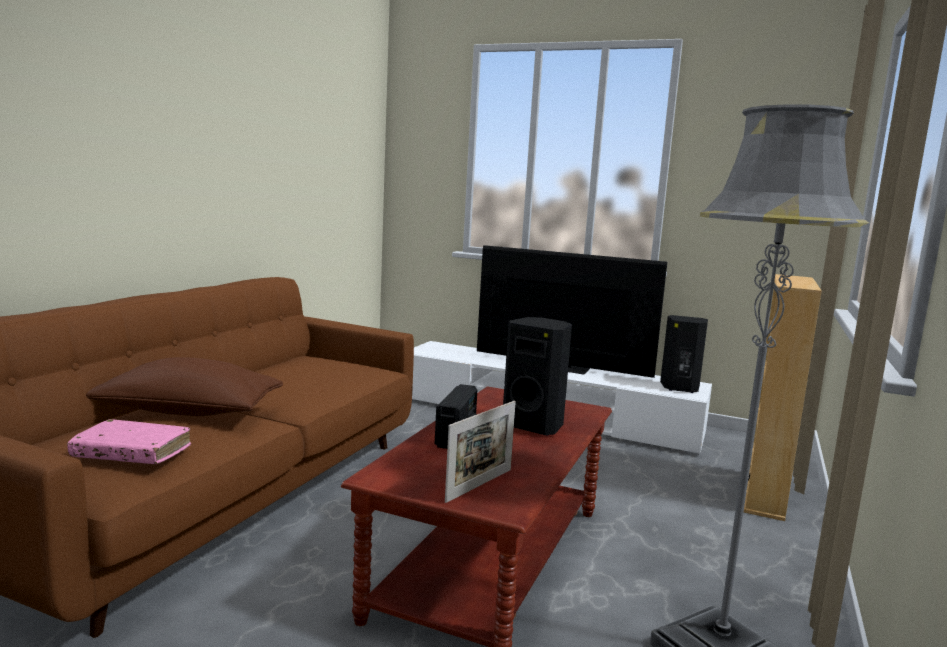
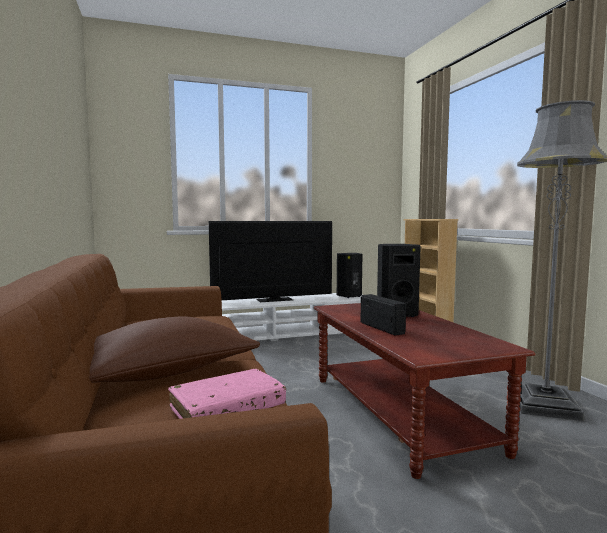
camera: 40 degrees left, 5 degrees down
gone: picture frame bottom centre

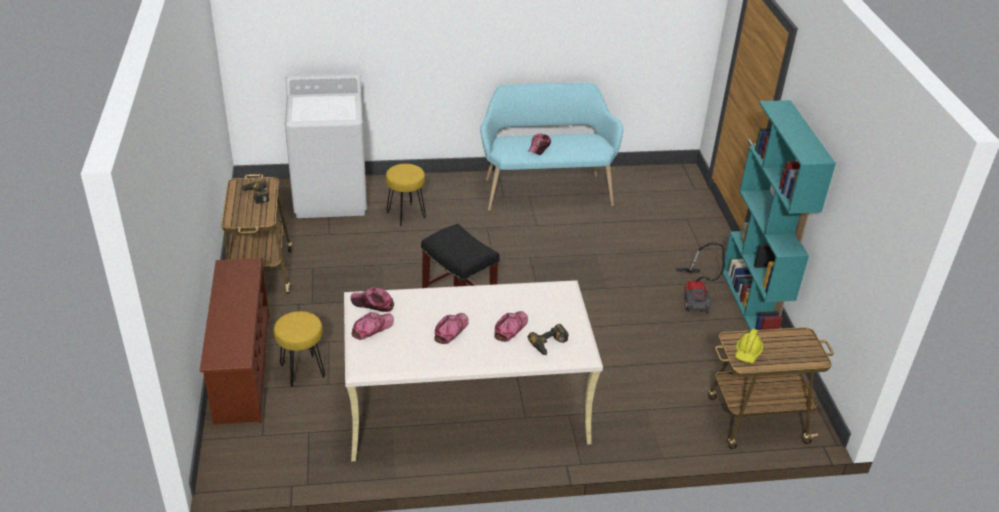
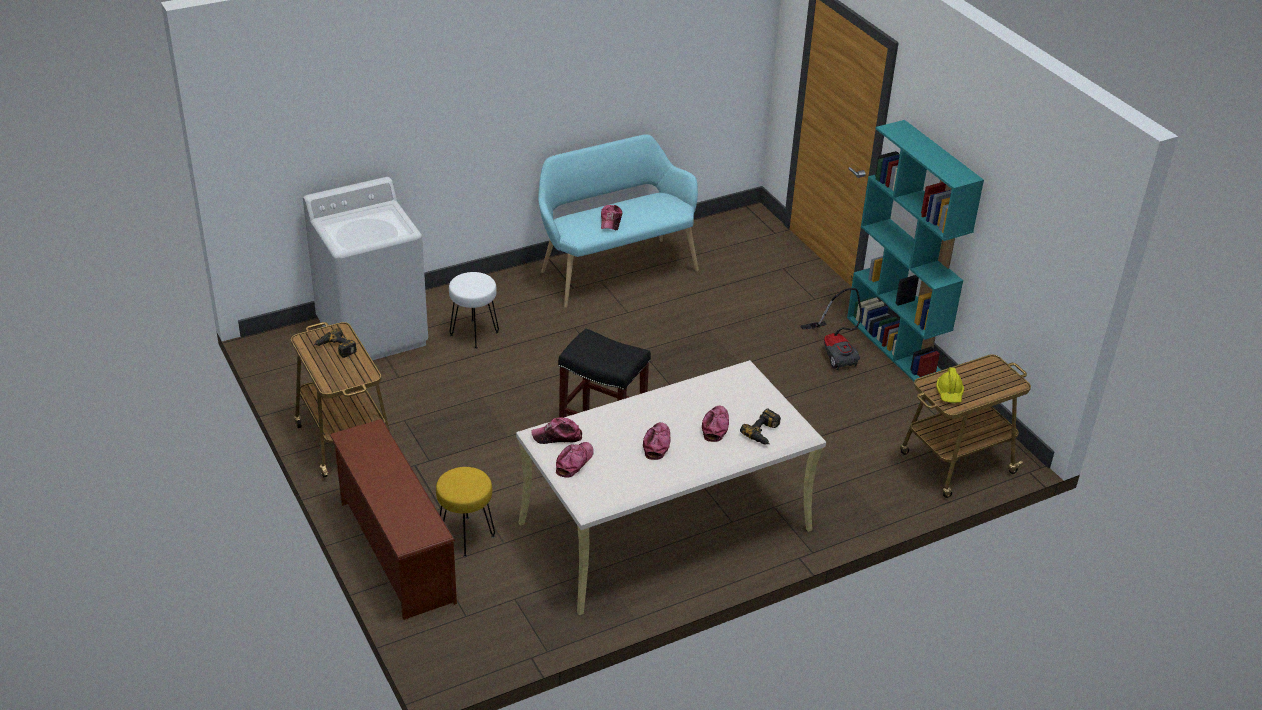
camera: 20 degrees left, 0 degrees up
repainted: yellow stool (no. 2 from left) centre to white stool centre

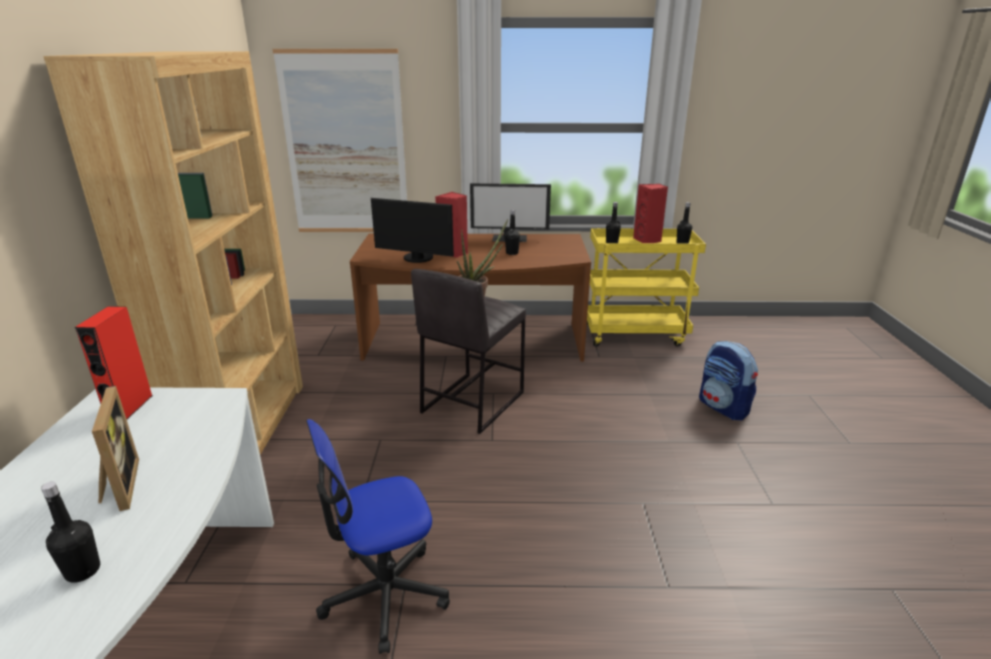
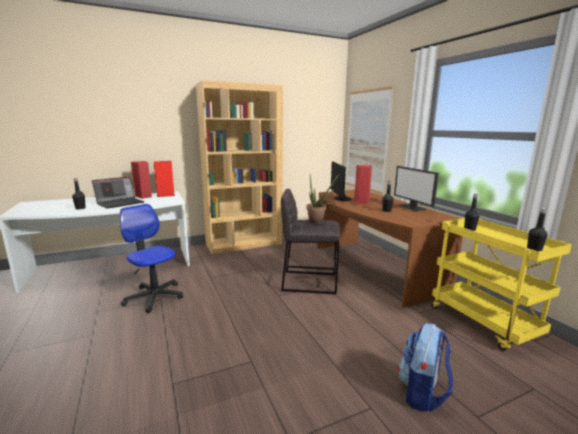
camera: 65 degrees right, 10 degrees down
shifted: red speaker (no. 3 from left in the first image) top centre to red speaker (no. 1 from left) middle left
swapped: picture frame bottom left to laptop middle left

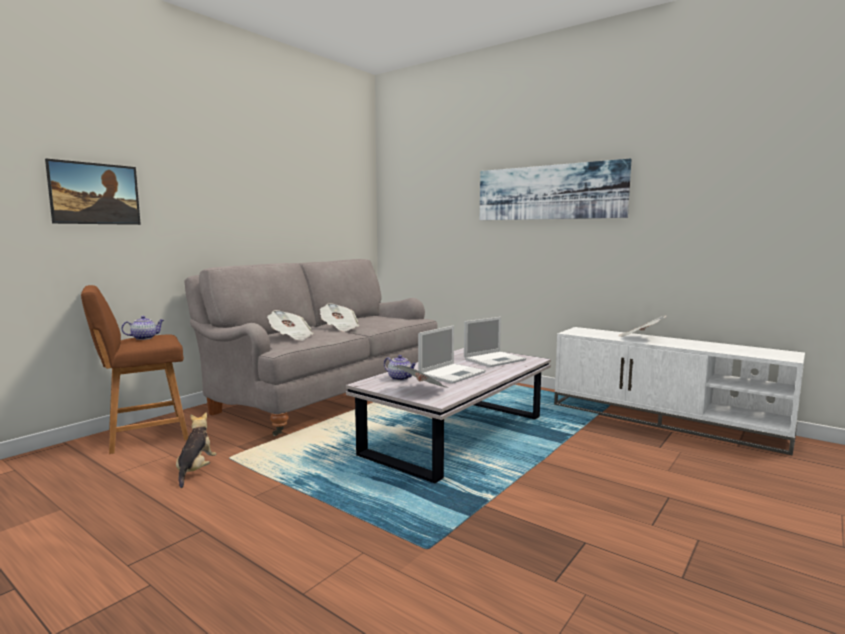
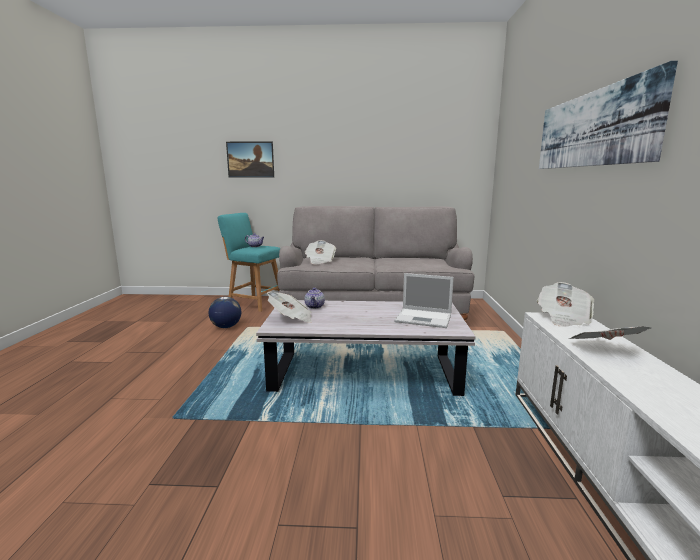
camera: 55 degrees right, 5 degrees up
gone: laptop (no. 1 from left) centre
shifted: newspaper (no. 2 from left in the first image) centre to newspaper (no. 3 from left) middle right
swapped: plush toy bottom left to globe middle left
repainted: brown stool middle left to turquoise stool centre

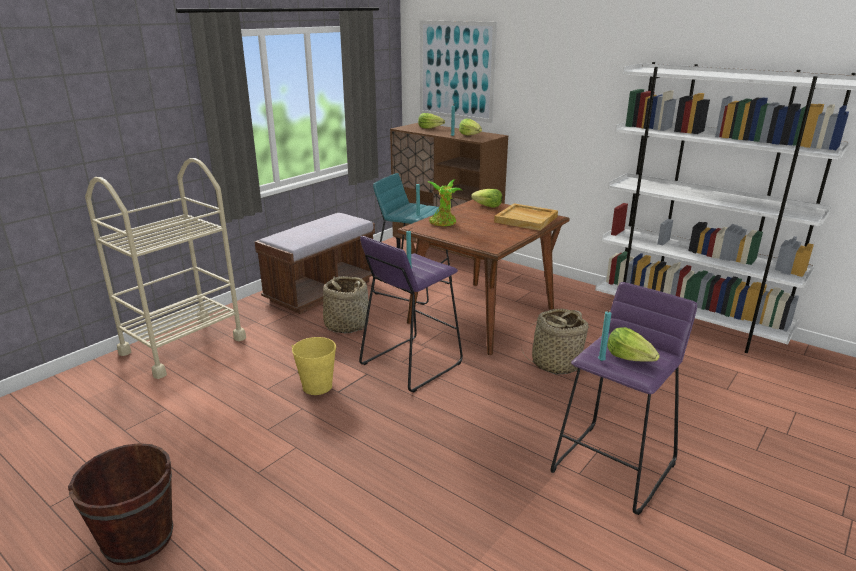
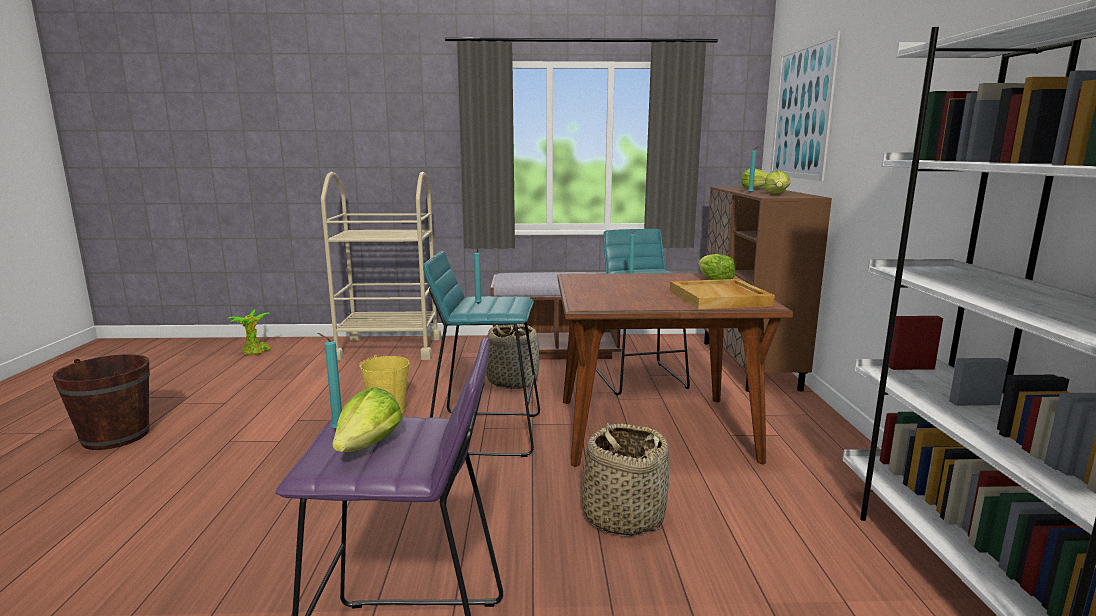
camera: 50 degrees right, 10 degrees down
shifted: potted plant centre to middle left
repainted: purple stool (no. 1 from left) centre to turquoise stool (no. 1 from left) centre

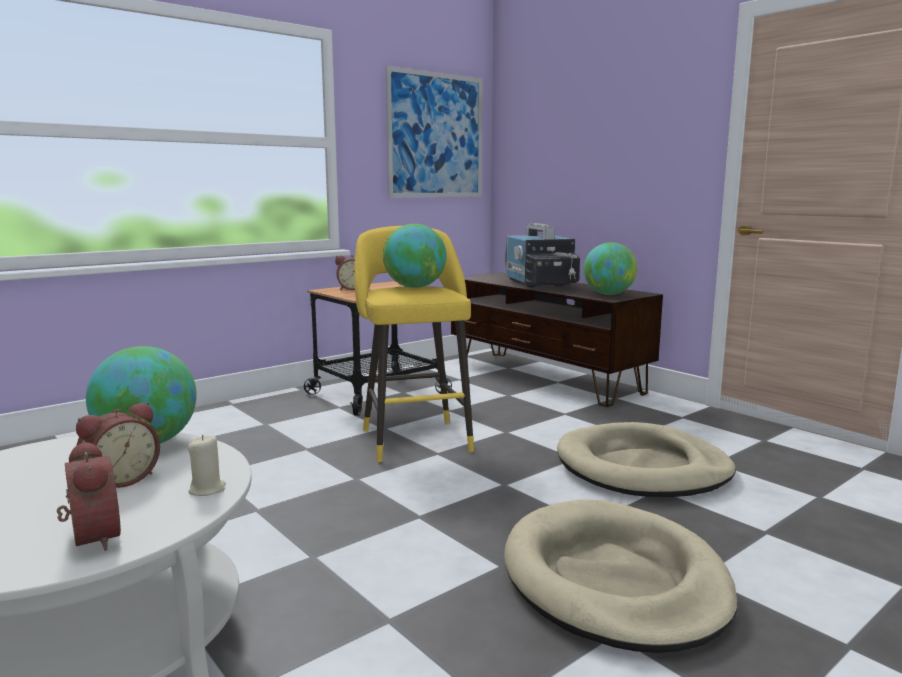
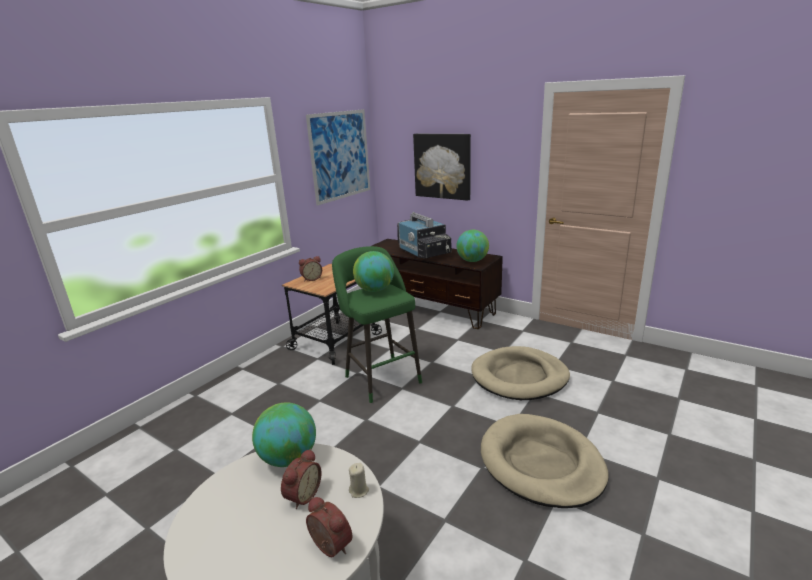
camera: 15 degrees left, 10 degrees up
new: picture (no. 2 from left) top centre
repainted: yellow stool centre to green stool centre

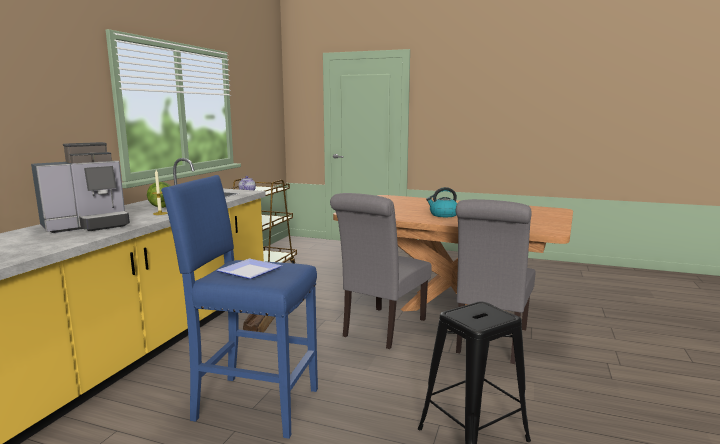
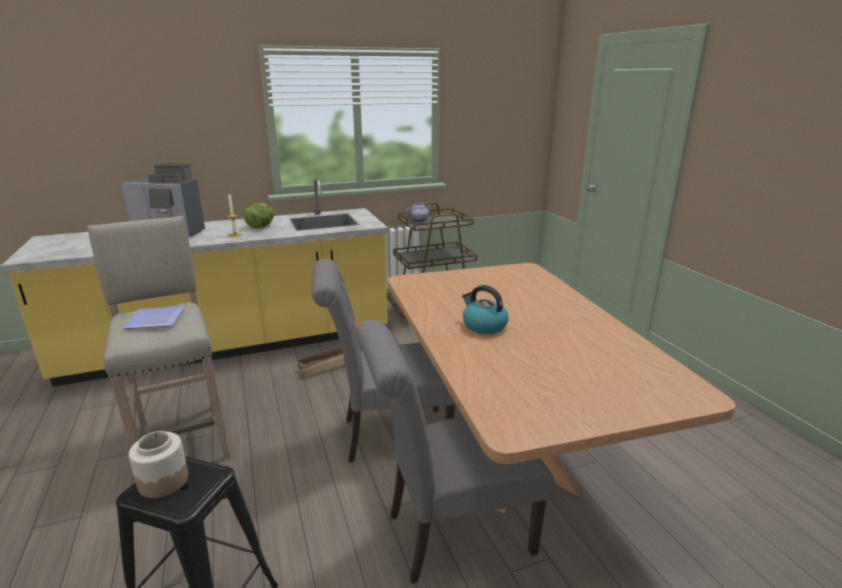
camera: 50 degrees right, 10 degrees up
new: jar bottom left
repainted: blue stool bottom left to beige stool middle left

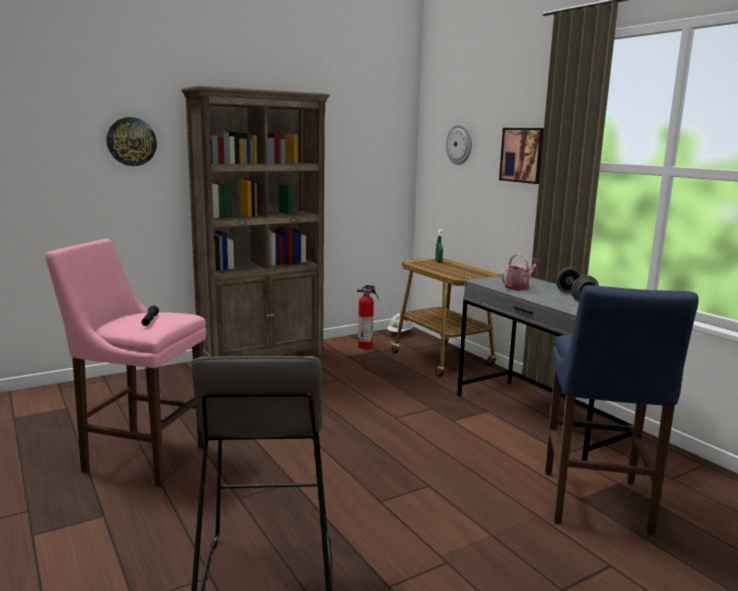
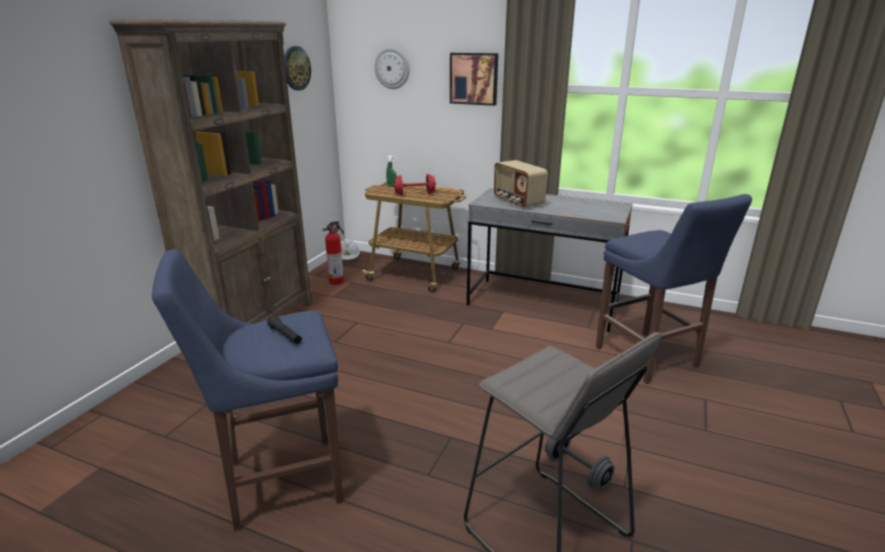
camera: 35 degrees left, 10 degrees up
new: red dumbbell centre
shifted: wall clock (no. 1 from left) top left to top centre; grey dumbbell middle right to bottom centre
swapped: watering can middle right to radio centre
repainted: pink stool middle left to blue stool (no. 1 from left) bottom left

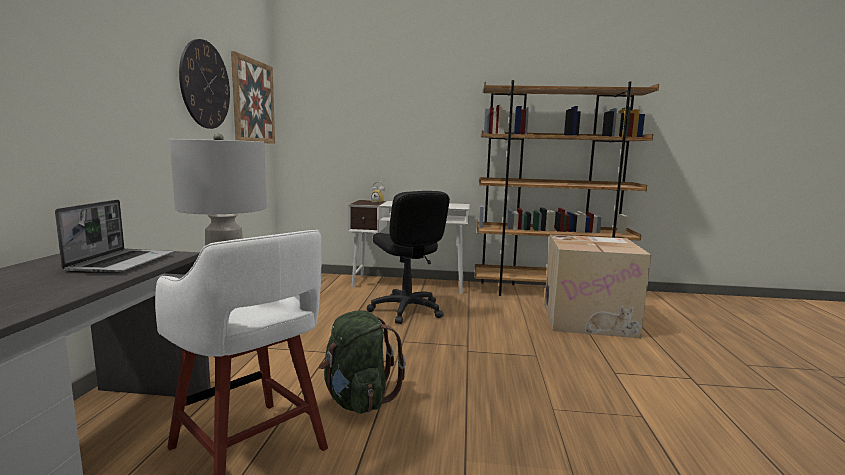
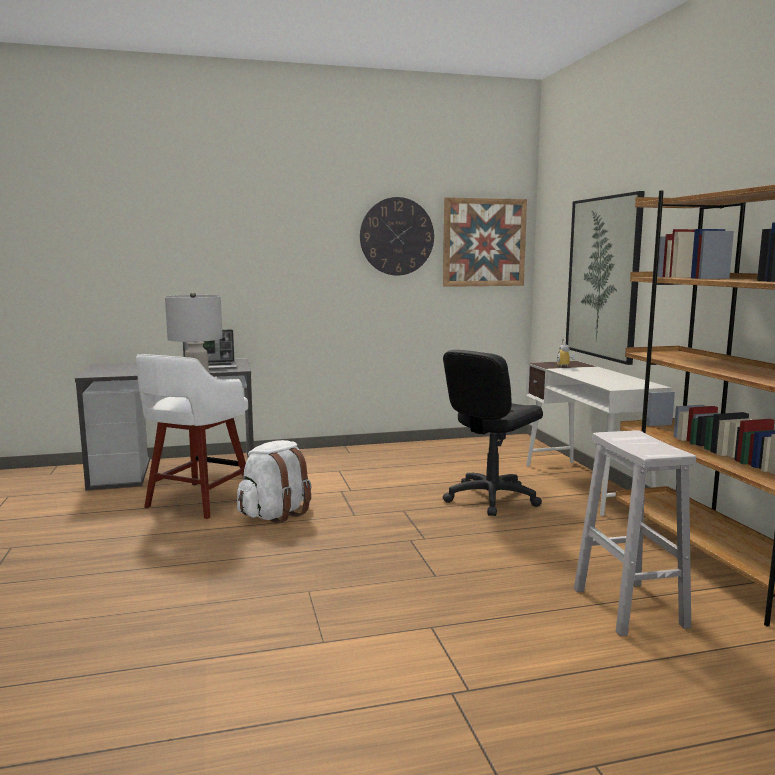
camera: 70 degrees right, 0 degrees up
new: picture (no. 2 from left) middle right
swapped: cardboard box middle right to white stool (no. 2 from left) bottom right
repainted: green backpack bottom centre to white backpack centre

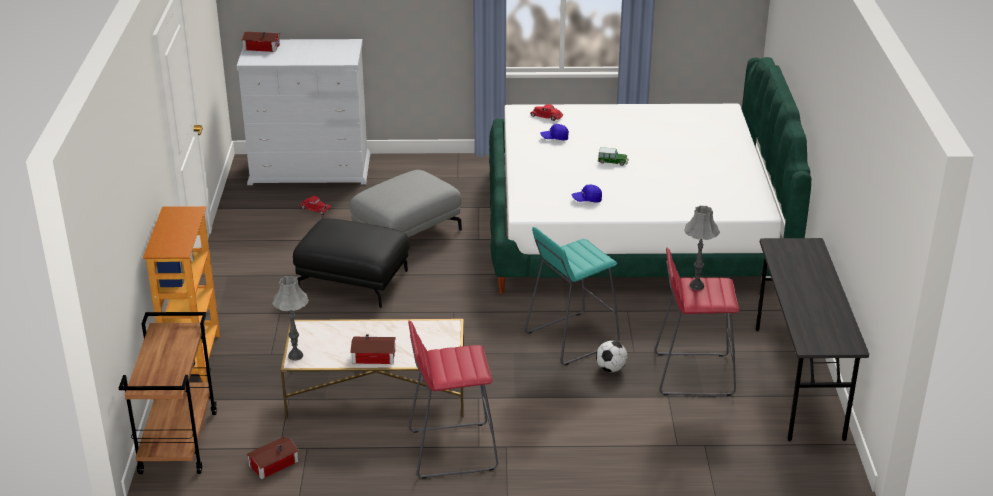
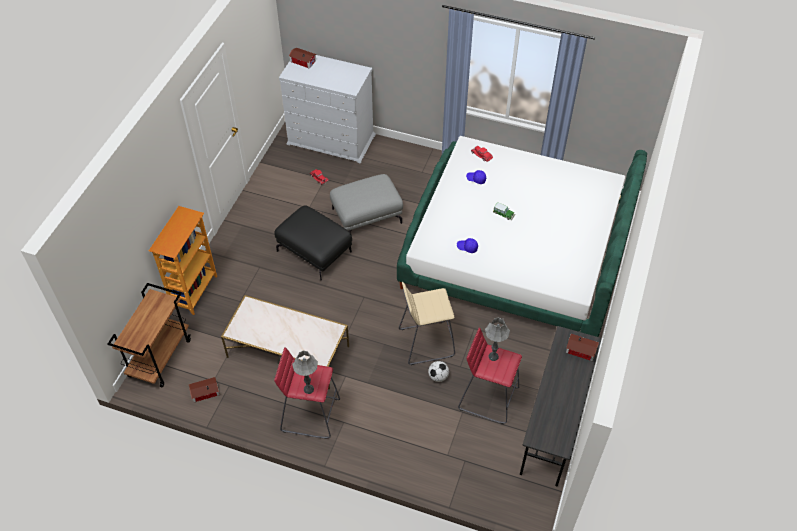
camera: 20 degrees right, 20 degrees up
shifted: grey table lamp (no. 1 from left) middle left to bottom centre; toy house (no. 3 from left) bottom centre to middle right
repainted: turquoise stool centre to beige stool centre

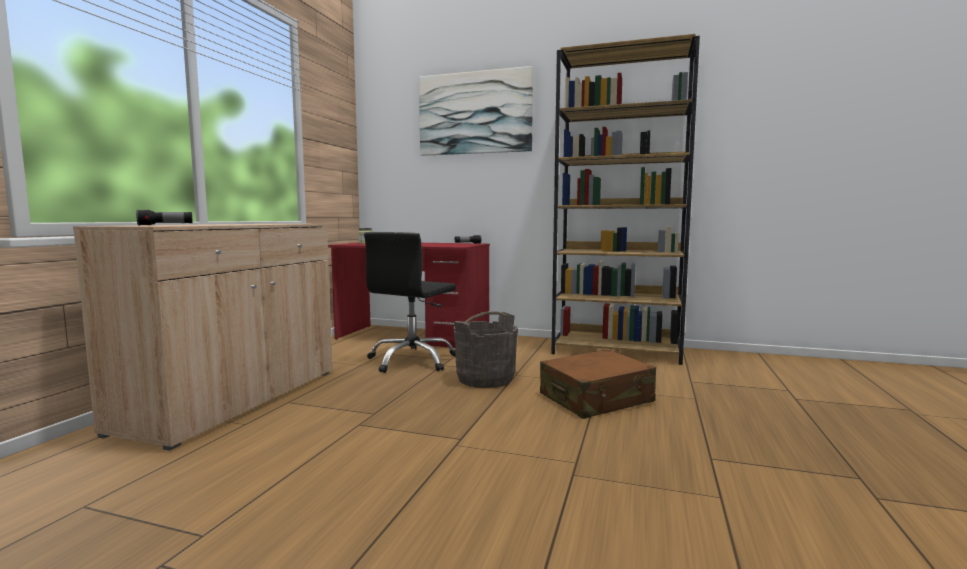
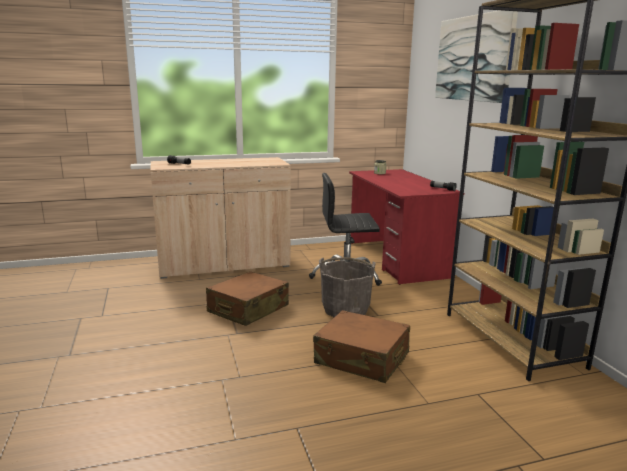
camera: 55 degrees right, 10 degrees up
new: brown suitcase (no. 1 from left) centre

